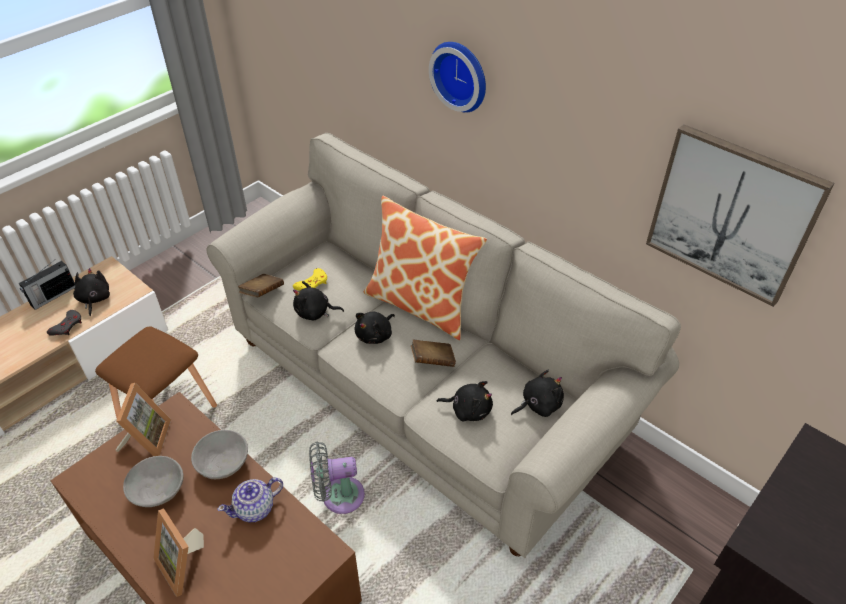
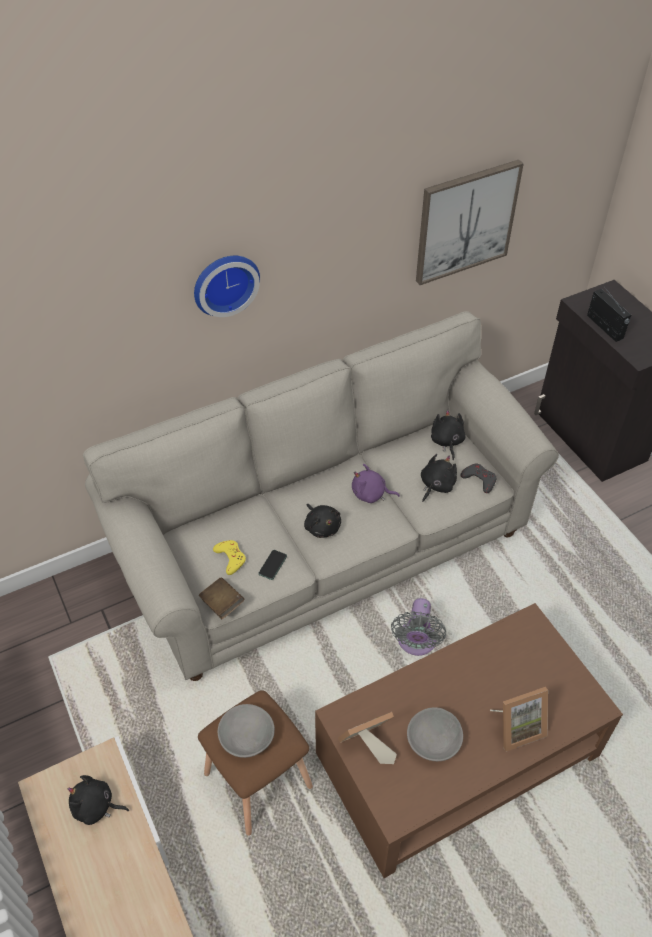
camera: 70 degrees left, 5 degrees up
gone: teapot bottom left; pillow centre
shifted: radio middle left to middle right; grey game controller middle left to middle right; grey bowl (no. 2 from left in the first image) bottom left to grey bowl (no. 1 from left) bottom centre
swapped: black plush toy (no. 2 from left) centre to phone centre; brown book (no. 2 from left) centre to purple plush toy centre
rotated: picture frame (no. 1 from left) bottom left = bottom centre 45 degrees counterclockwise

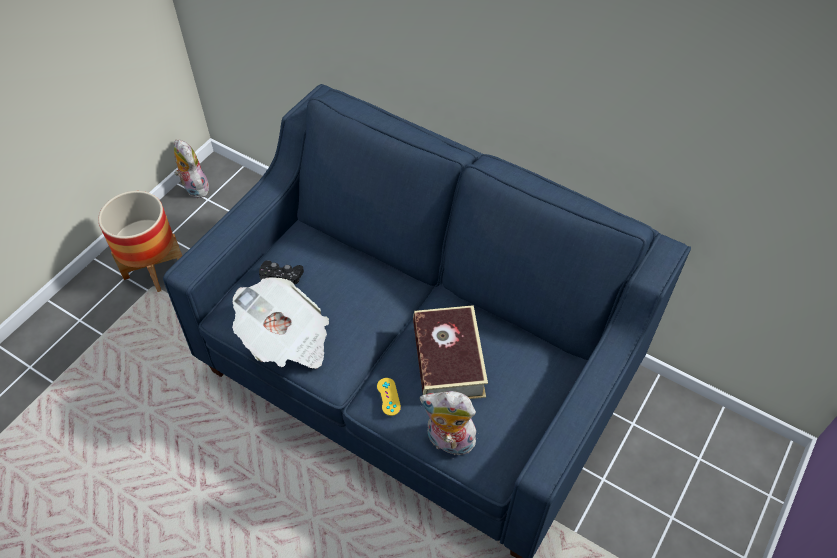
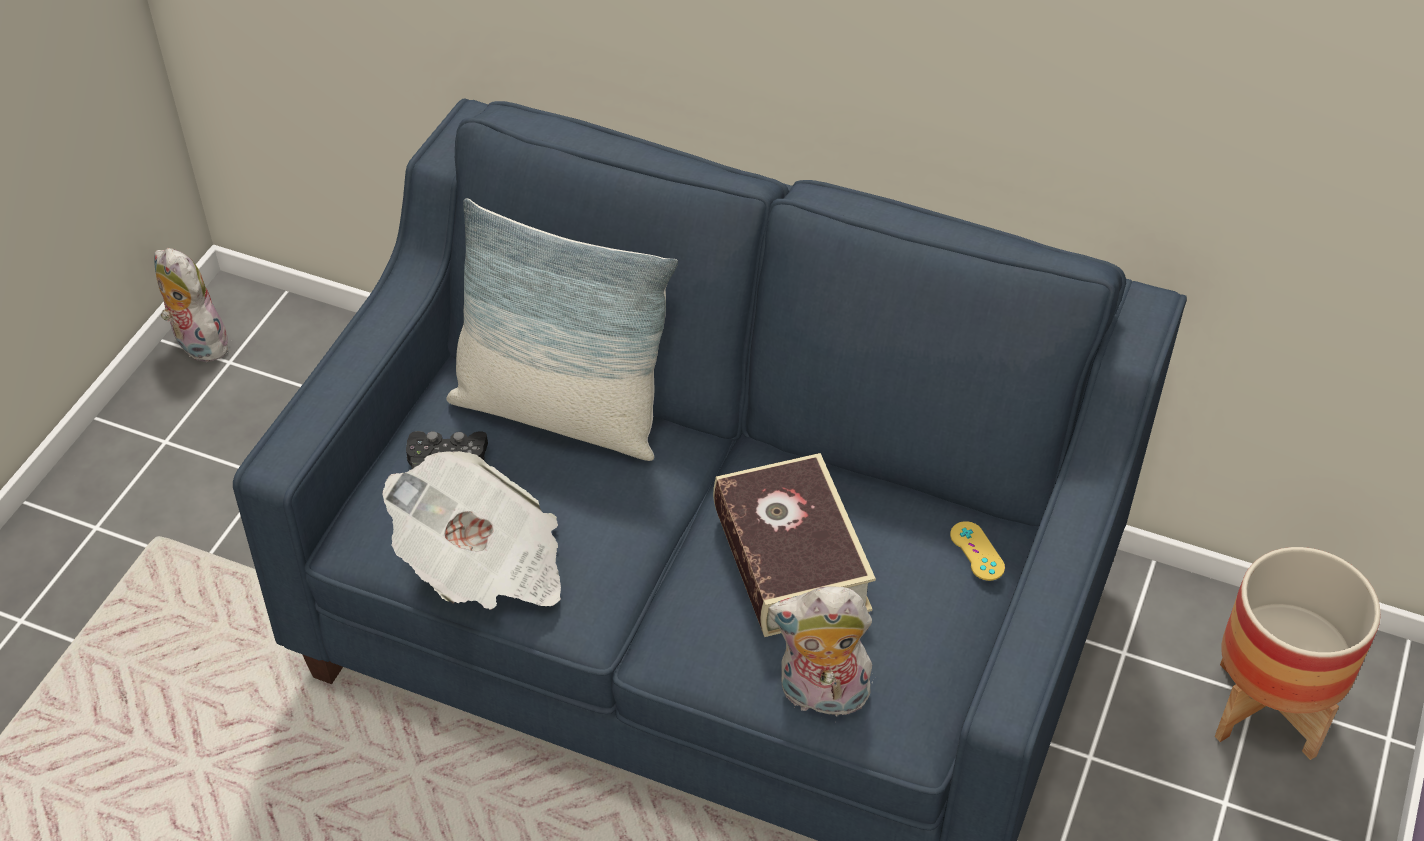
camera: 10 degrees left, 5 degrees down
new: pillow centre
shifted: planter middle left to bottom right; yellow game controller bottom centre to middle right

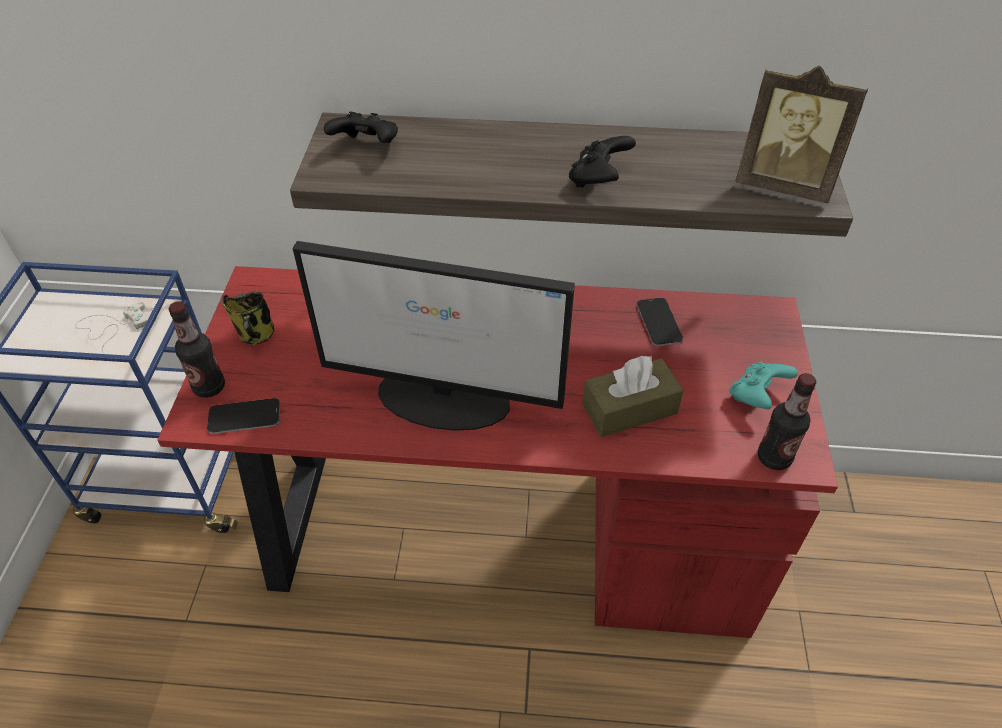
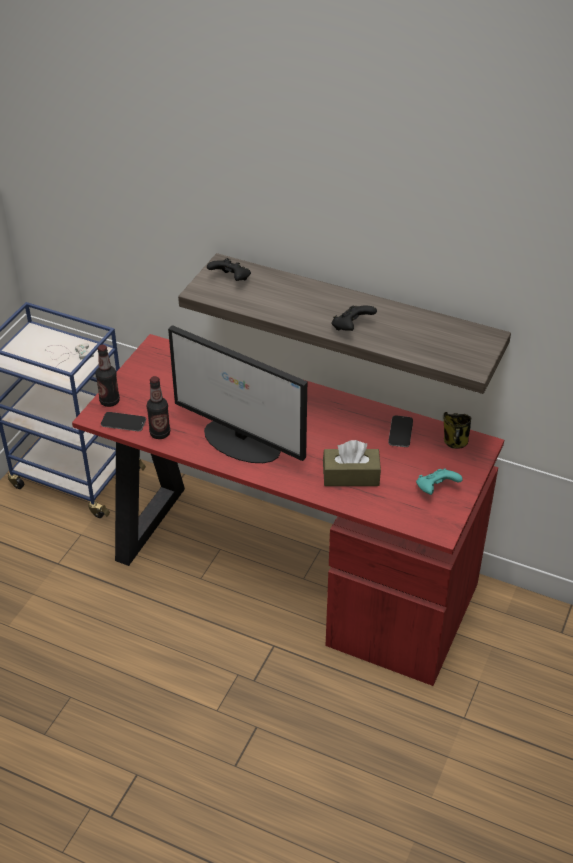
camera: 20 degrees right, 5 degrees down
gone: picture frame top right
shifted: mug middle left to middle right; bottle (no. 2 from left) middle right to middle left

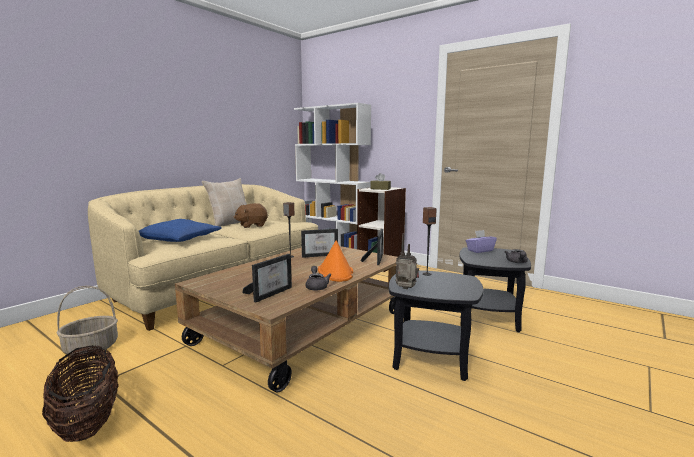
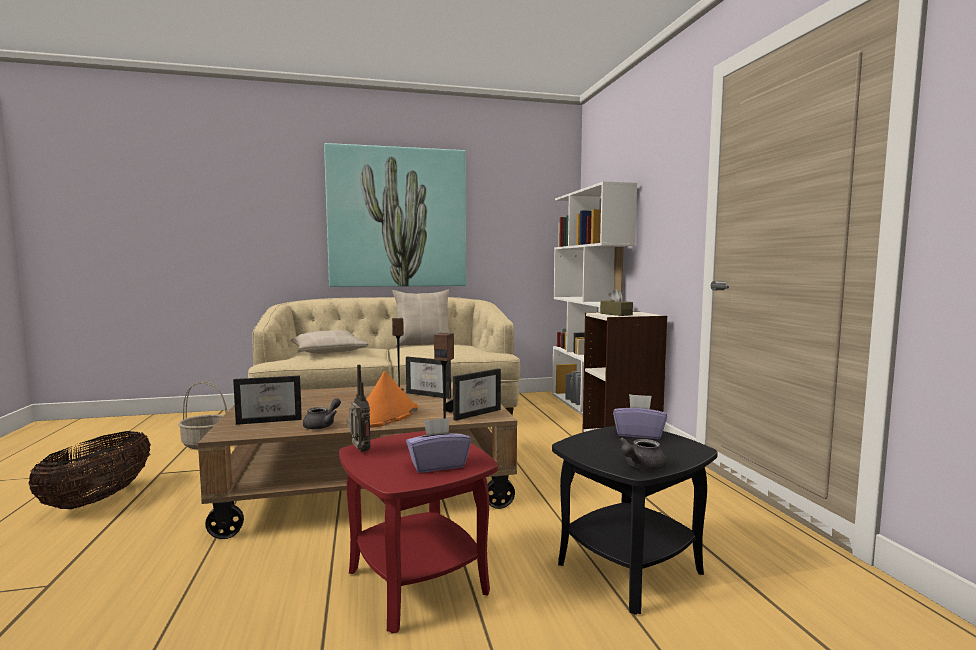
camera: 40 degrees right, 5 degrees down
gone: brown plush toy centre
new: picture top centre; purple tissue box (no. 1 from left) bottom centre
repainted: blue pillow middle left to beige pillow (no. 1 from left) centre; black side table (no. 1 from left) bottom centre to red side table bottom centre

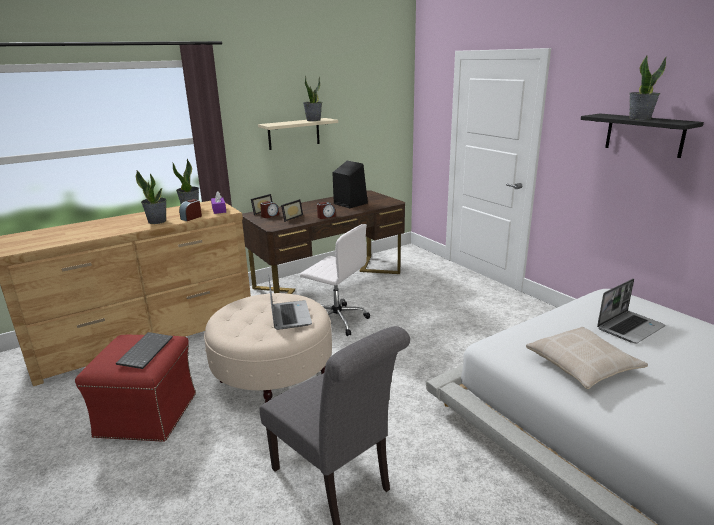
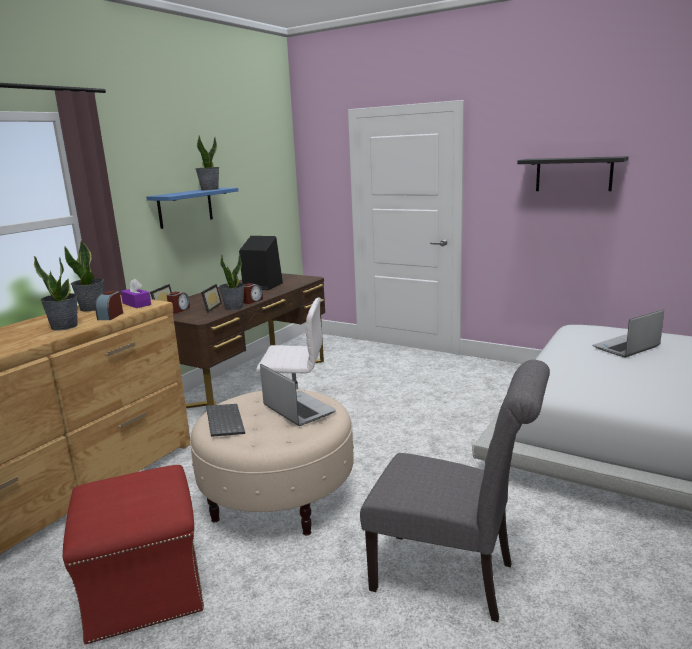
camera: 25 degrees left, 5 degrees down
gone: beige pillow bottom right
shifted: keyboard bottom left to middle left; potted plant (no. 4 from left) top right to centre
repainted: beige shelf top centre to blue shelf top left
rotated: laptop (no. 2 from left) middle right = middle right 150 degrees counterclockwise

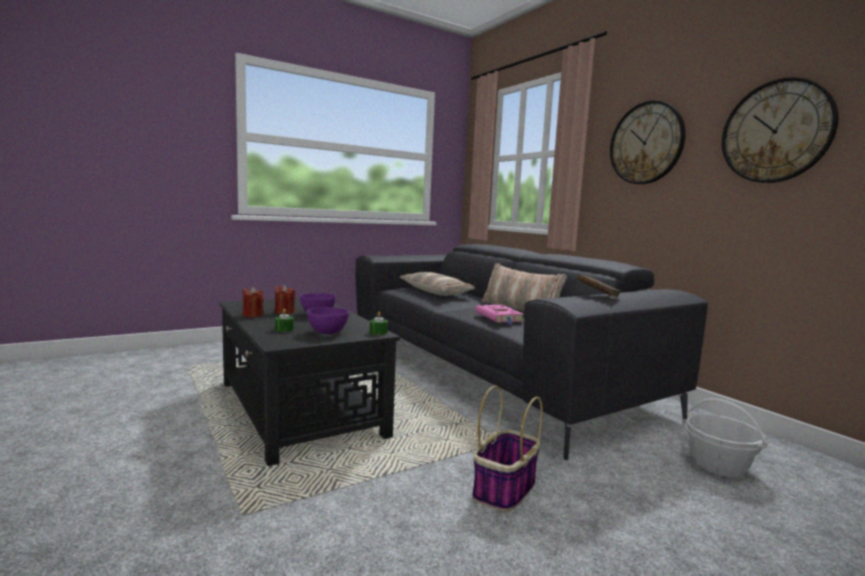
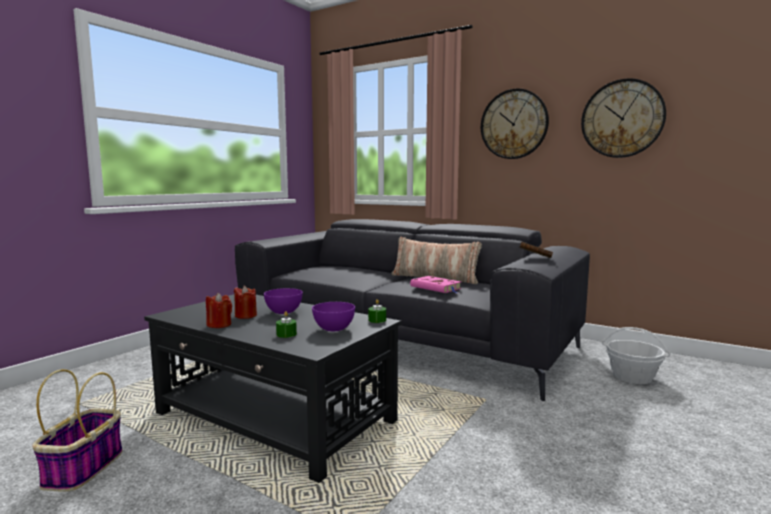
camera: 25 degrees left, 0 degrees up
gone: pillow (no. 1 from left) centre
shifted: basket (no. 1 from left) bottom centre to bottom left

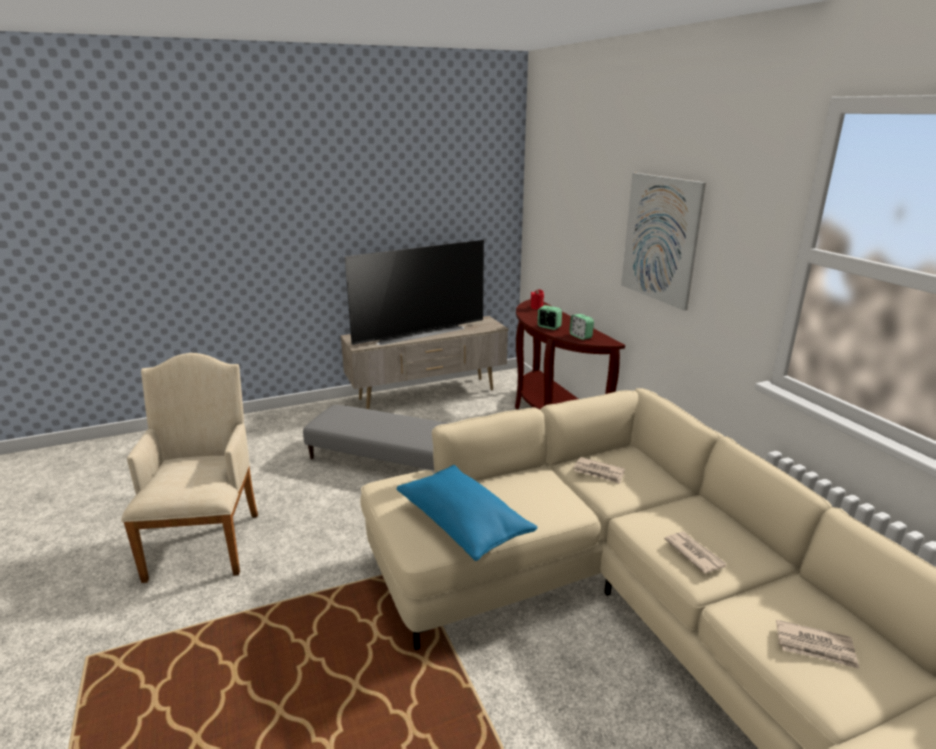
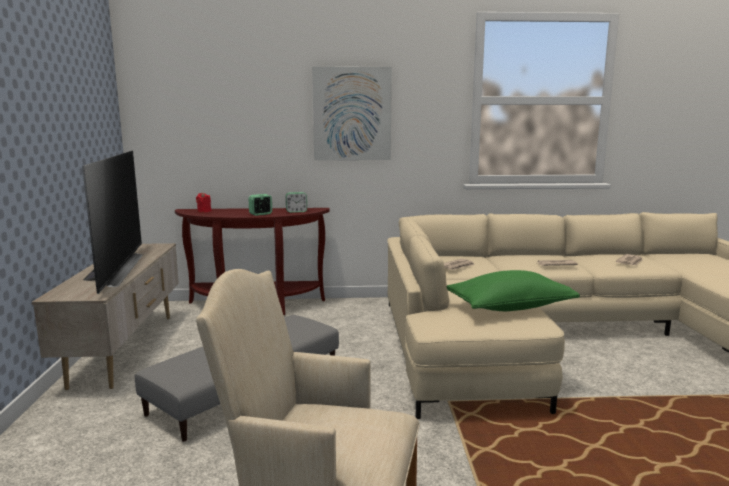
camera: 70 degrees left, 10 degrees down
repainted: blue pillow bottom centre to green pillow middle right

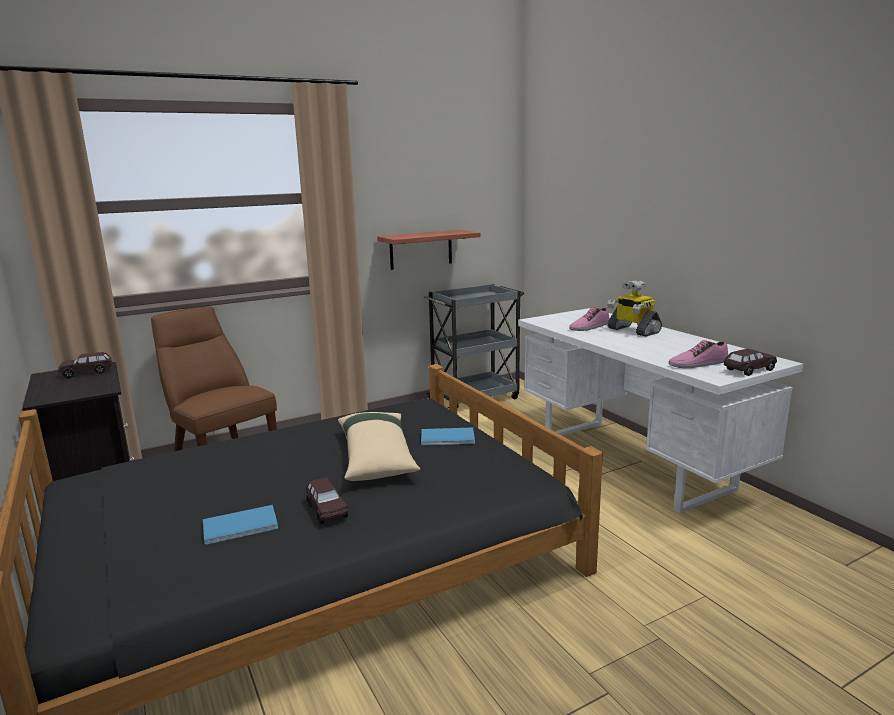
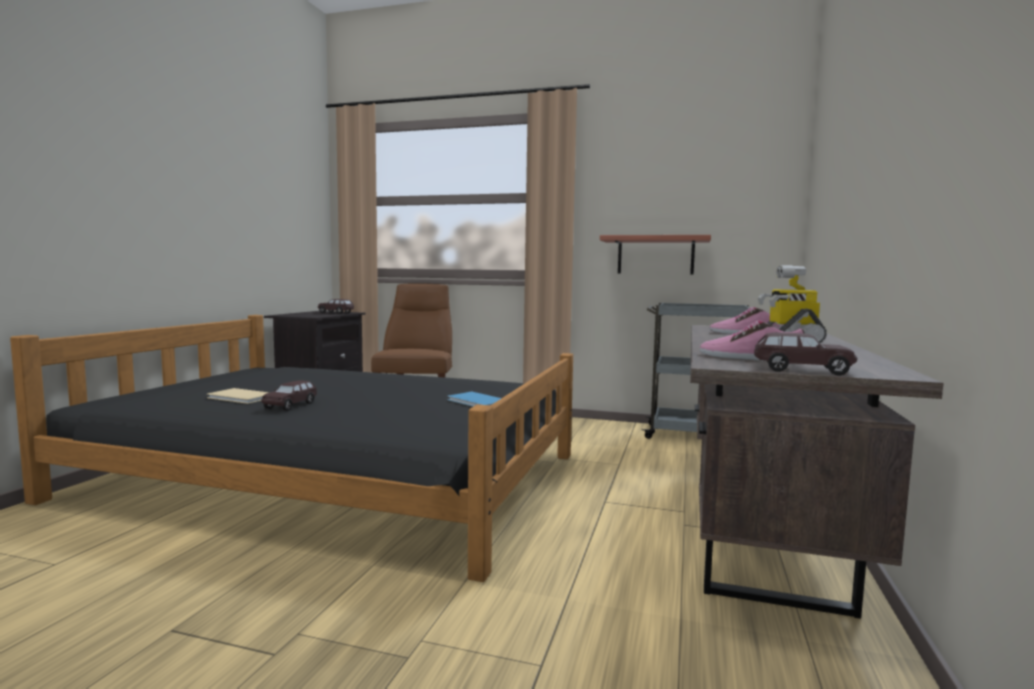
camera: 45 degrees right, 10 degrees down
gone: beige pillow centre
repainted: blue book (no. 1 from left) bottom left to beige book middle left; white desk middle right to brown desk bottom right

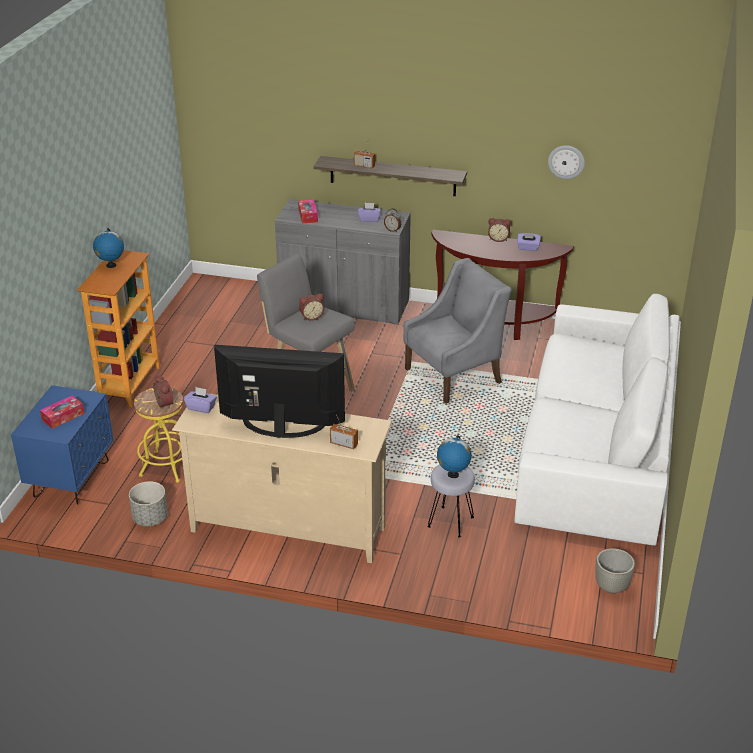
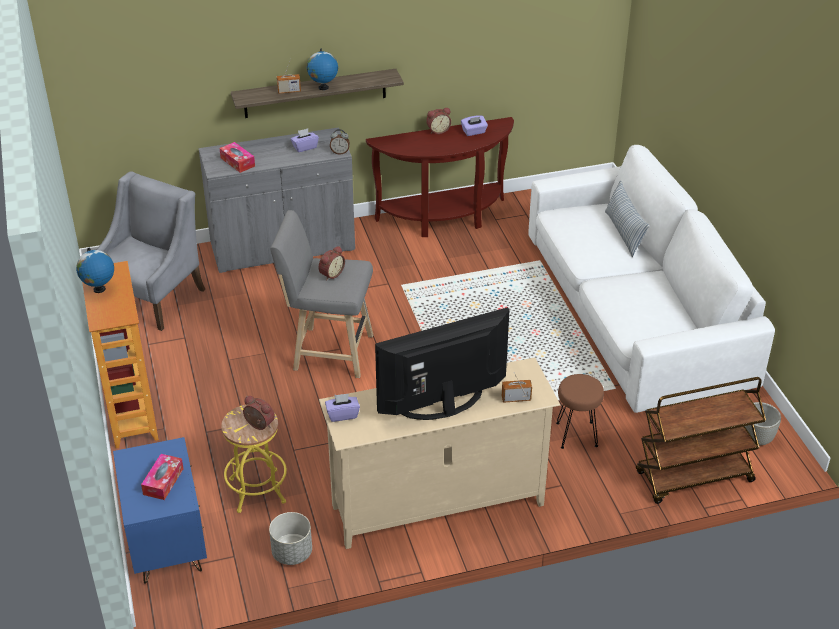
camera: 30 degrees left, 5 degrees up
gone: wall clock top right
new: pillow middle right; brown cart bottom right
shifted: grey armchair centre to middle left; globe (no. 2 from left) centre to top centre
repainted: grey stool (no. 2 from left) centre to brown stool middle right

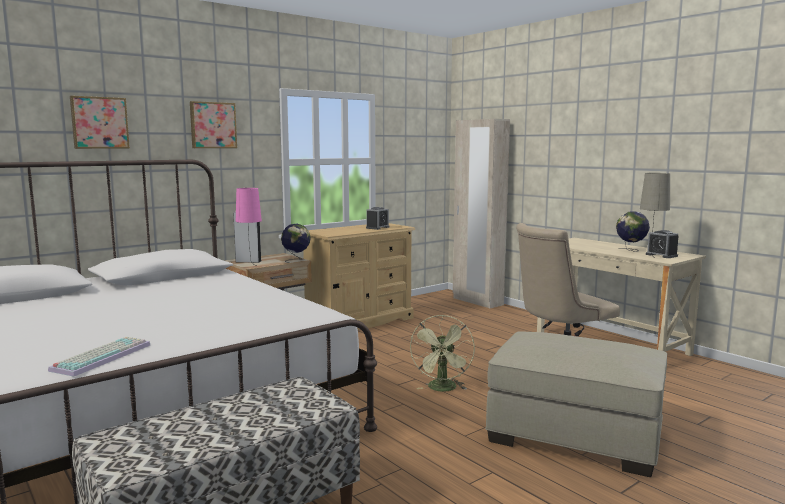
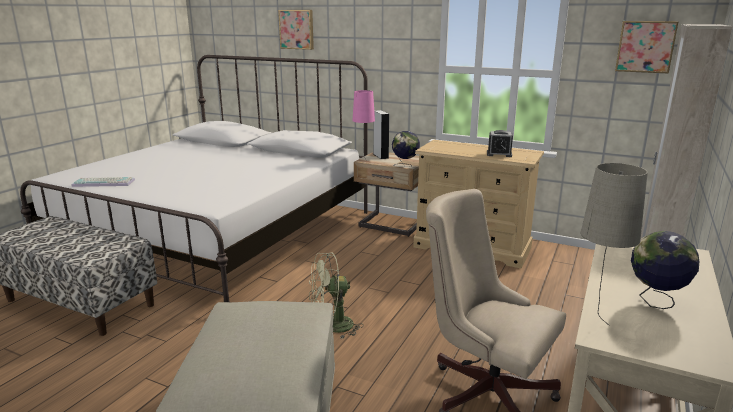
camera: 65 degrees right, 10 degrees up
gone: alarm clock (no. 2 from left) middle right
shifted: picture (no. 2 from left) top left to top right

